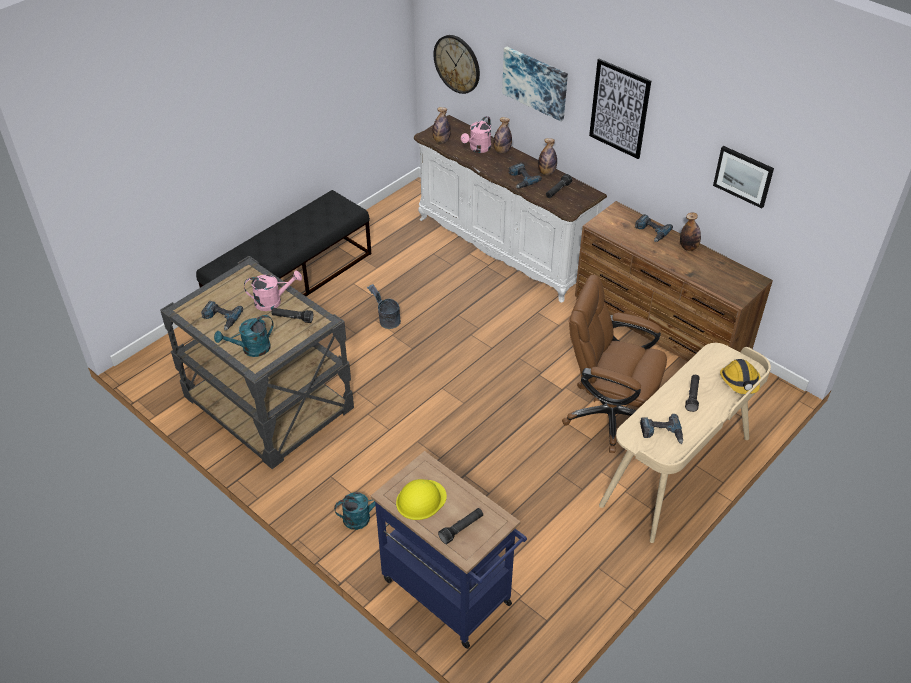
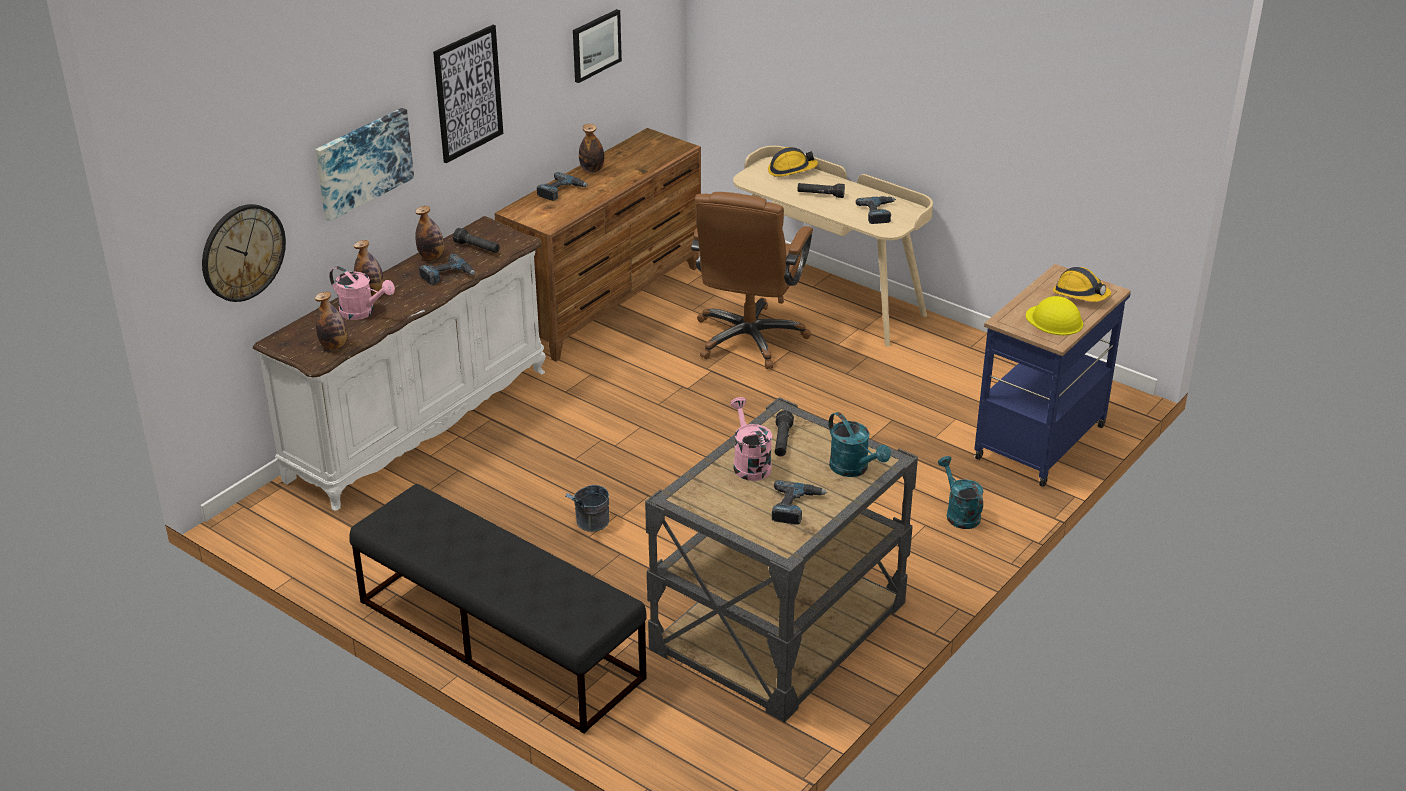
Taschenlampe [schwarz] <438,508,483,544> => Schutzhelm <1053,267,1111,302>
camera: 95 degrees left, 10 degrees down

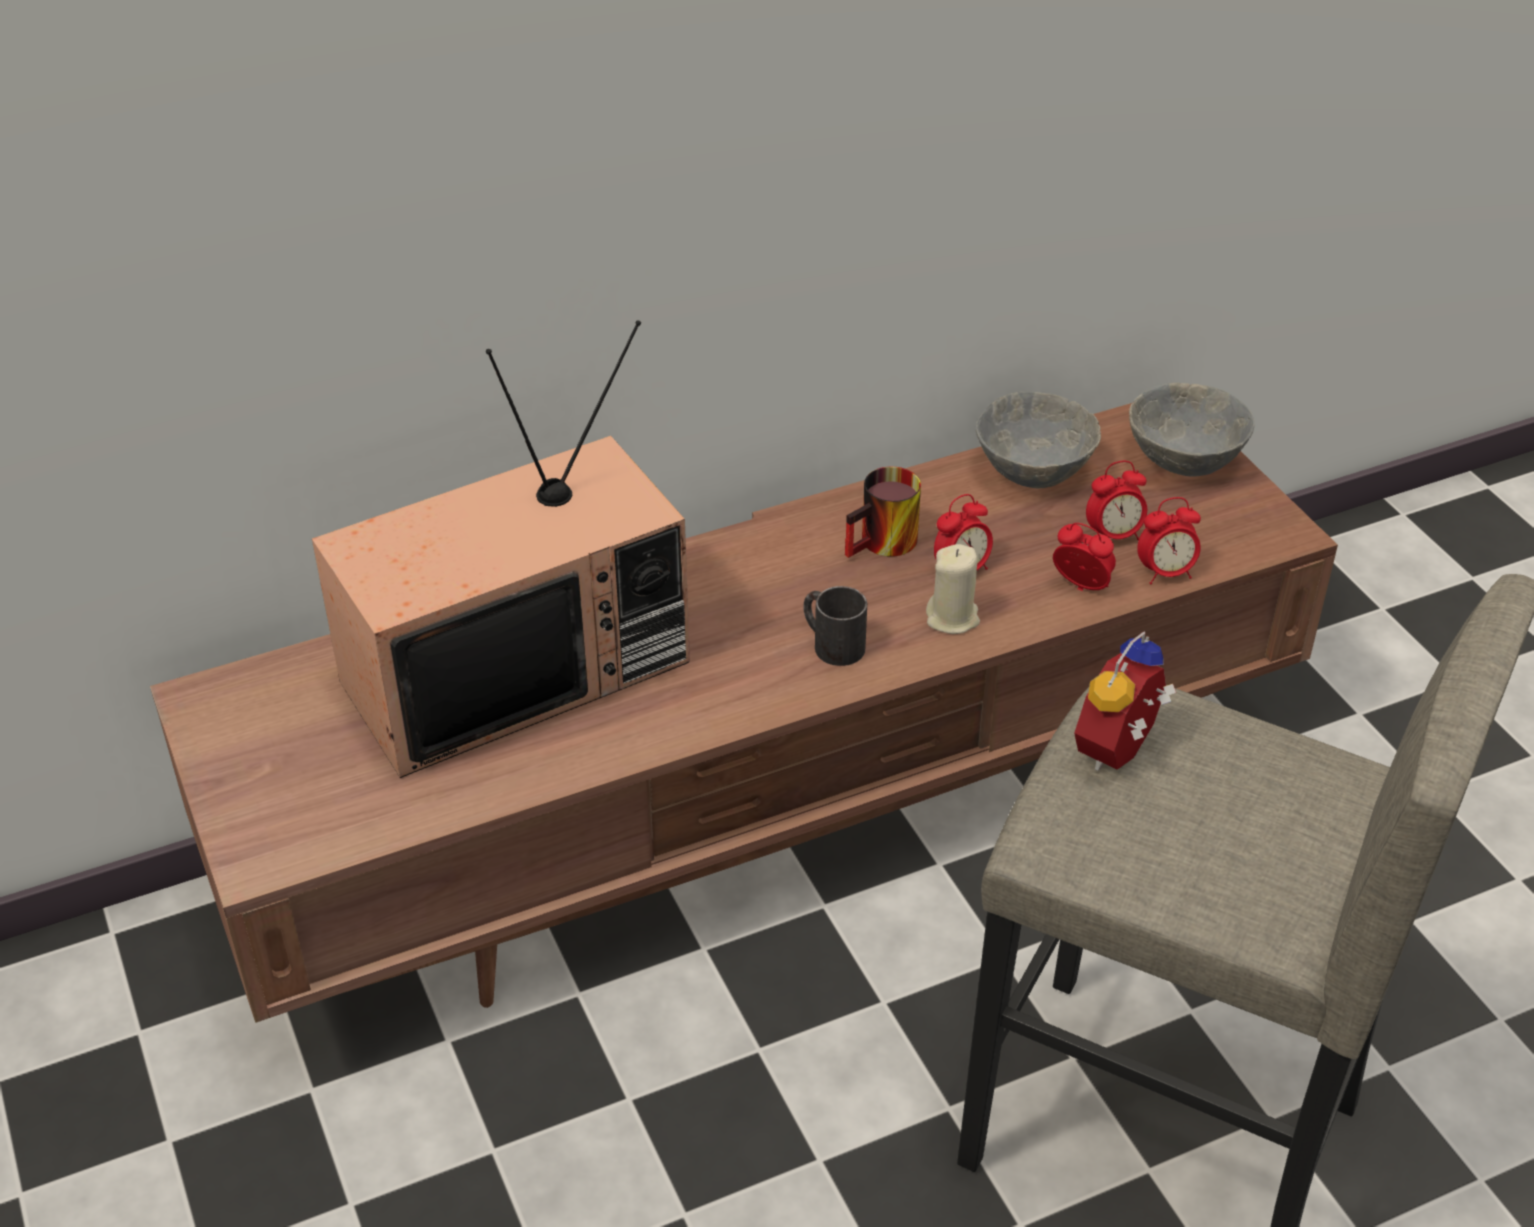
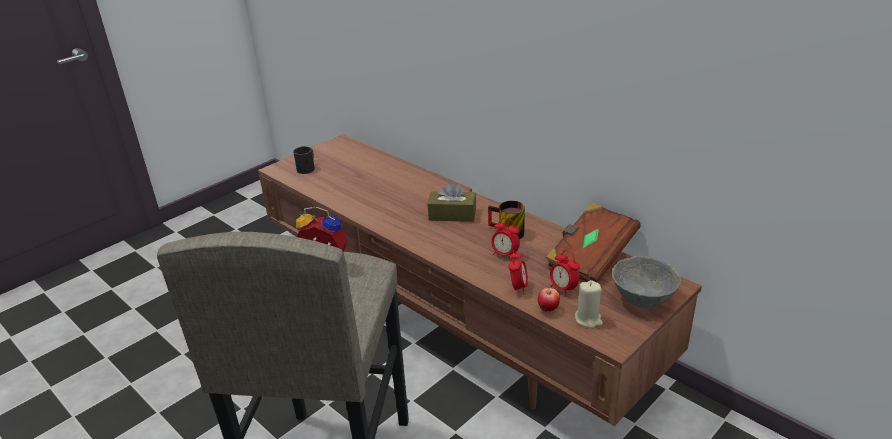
Fernseher <312,320,690,778> => nothing
Henkelbecher [schwarz] <803,586,867,666> => Henkelbecher [schwarz] <293,146,315,174>, moved
Kerze [beige] <926,544,980,634> => Kerze [beige] <575,280,603,328>, moved
Schüssel [grau] <976,391,1101,488> => Buch [braun] <546,203,641,283>
Wecker <1137,497,1201,584> => Apfel <538,288,560,312>
nothing => Taschentuchbox [braun] <428,182,476,222>
camera: 70 degrees right, 10 degrees down

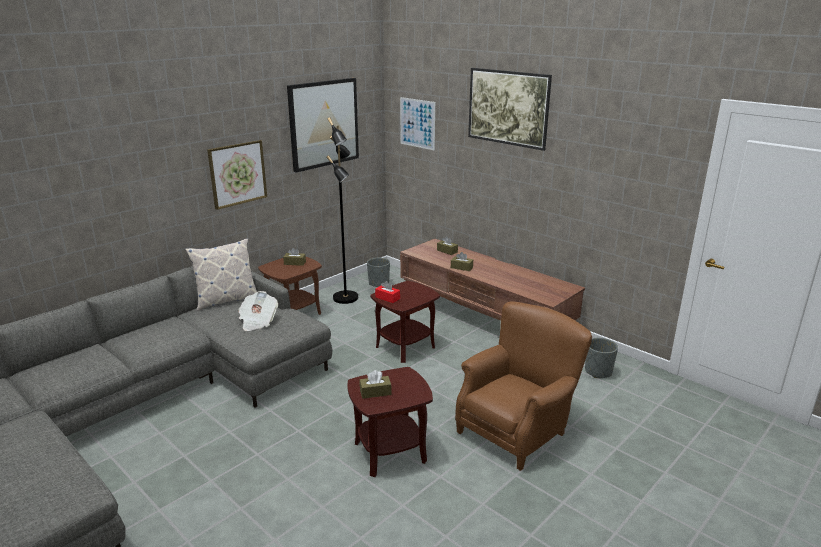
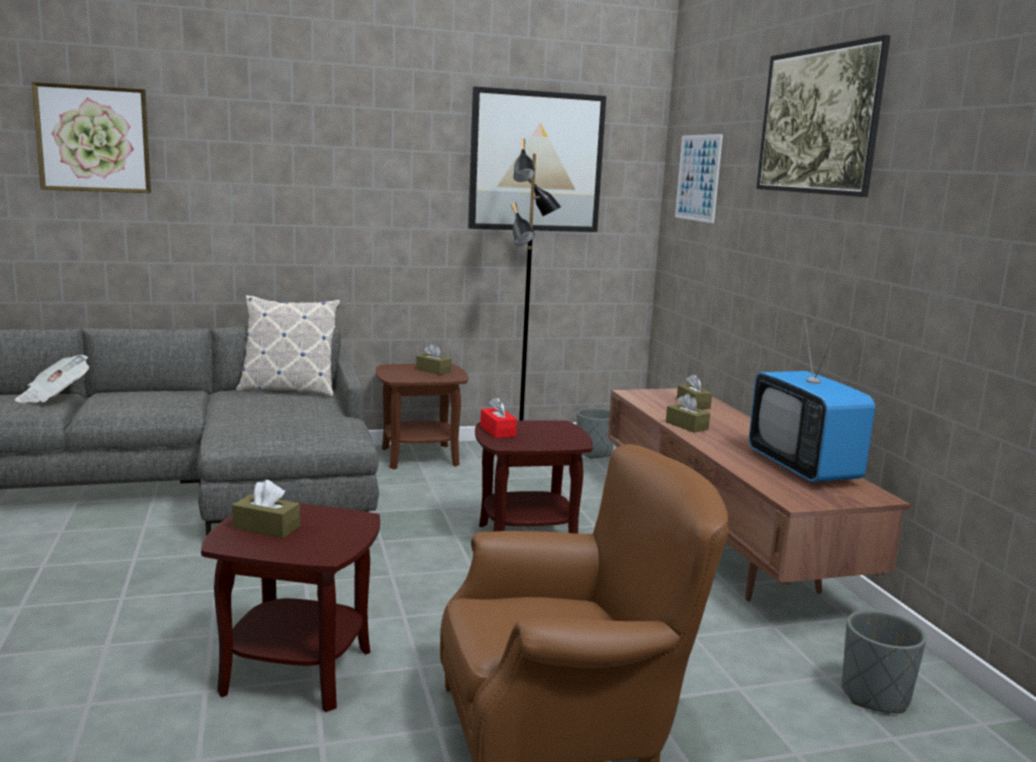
Bild <207,140,267,210> => Bild <32,82,151,193>, moved
Zeitung <238,291,278,331> => Zeitung <15,355,89,403>, moved
nothing => Fernseher <749,318,875,482>
camera: 30 degrees right, 10 degrees down

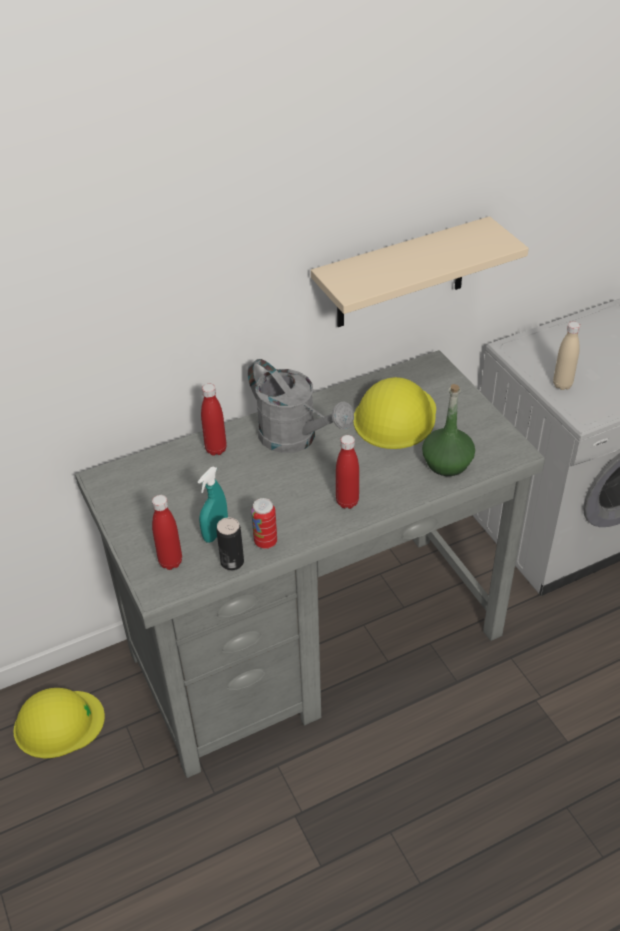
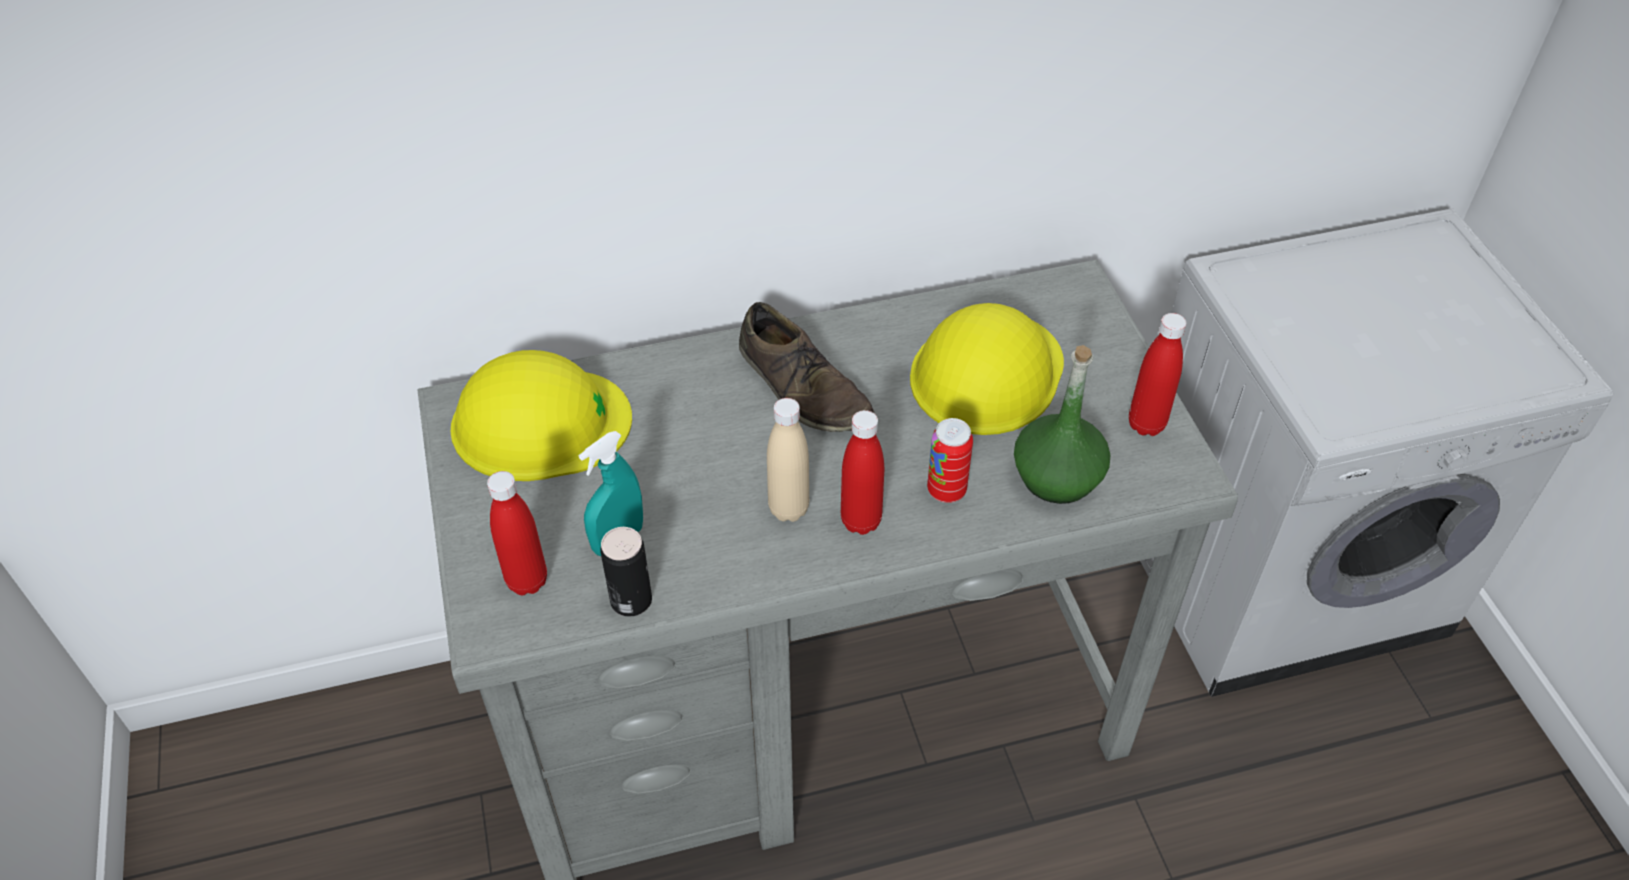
Schutzhelm [gelb] <13,688,105,758> => Schutzhelm [gelb] <451,350,632,481>, moved
Flasche [rot] <201,384,227,456> => Flasche [rot] <1129,313,1186,436>, moved
Gießkanne [grau] <247,359,354,453> => Schuh [braun] <739,302,874,432>
Dose <251,498,277,549> => Dose <927,418,973,503>, moved
Wandregal [beige] <311,216,529,327> => nothing
Flasche [beige] <553,321,580,390> => Flasche [beige] <767,398,809,522>, moved
camera: 10 degrees right, 5 degrees up

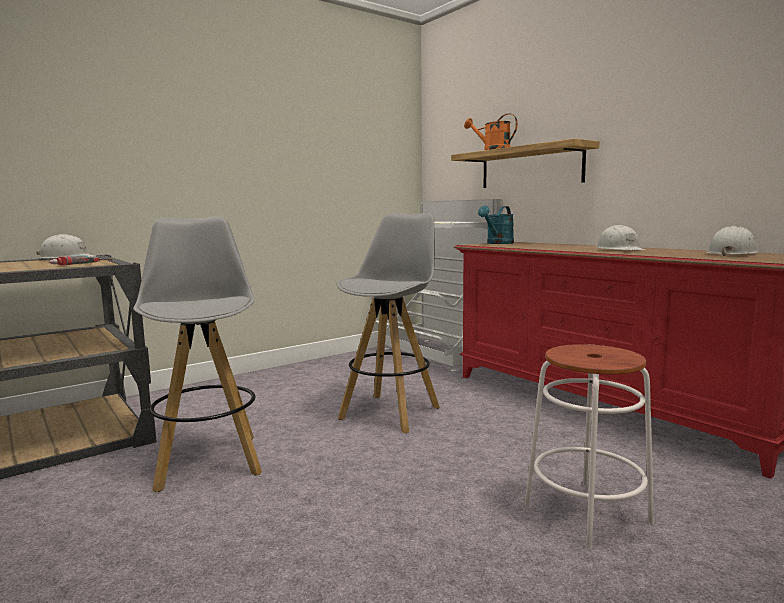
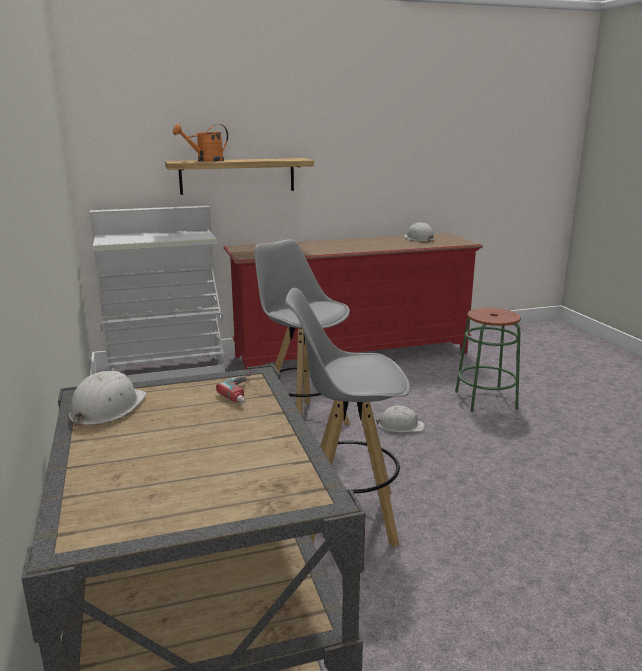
Gießkanne [türkis] <478,206,514,244> => nothing
Hocker [weiß] <525,344,654,550> => Hocker [grün] <455,308,521,412>
Schutzhelm [weiß] <596,225,646,250> => Schutzhelm [weiß] <376,406,425,432>, moved
camera: 70 degrees left, 10 degrees up

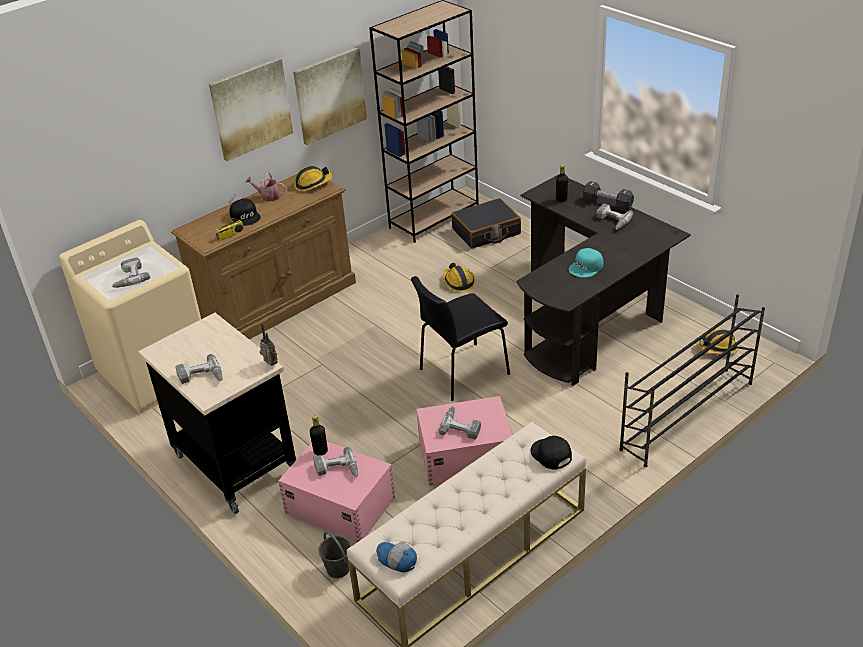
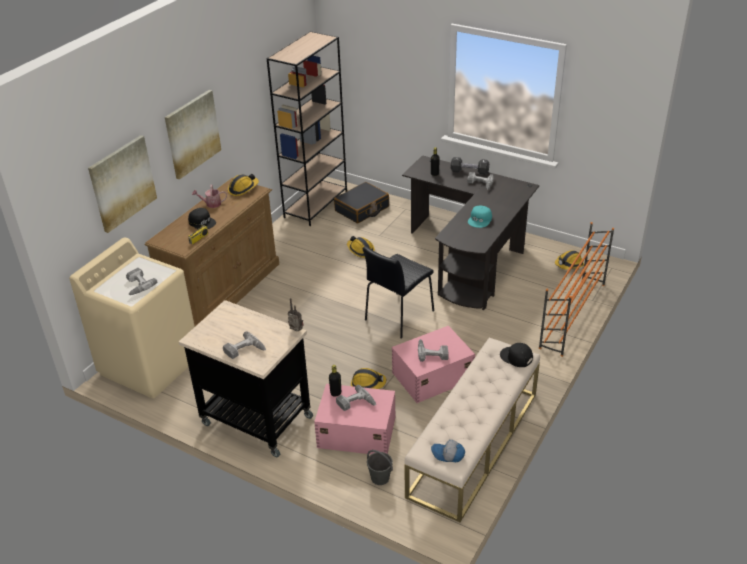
Bild <293,47,367,145> => Bild <88,135,157,233>, moved
Schuhregal [schwarz] <619,294,765,467> => Schuhregal [orange] <539,222,614,357>
nothing => Schutzhelm <351,368,386,389>
camera: 20 degrees left, 0 degrees up

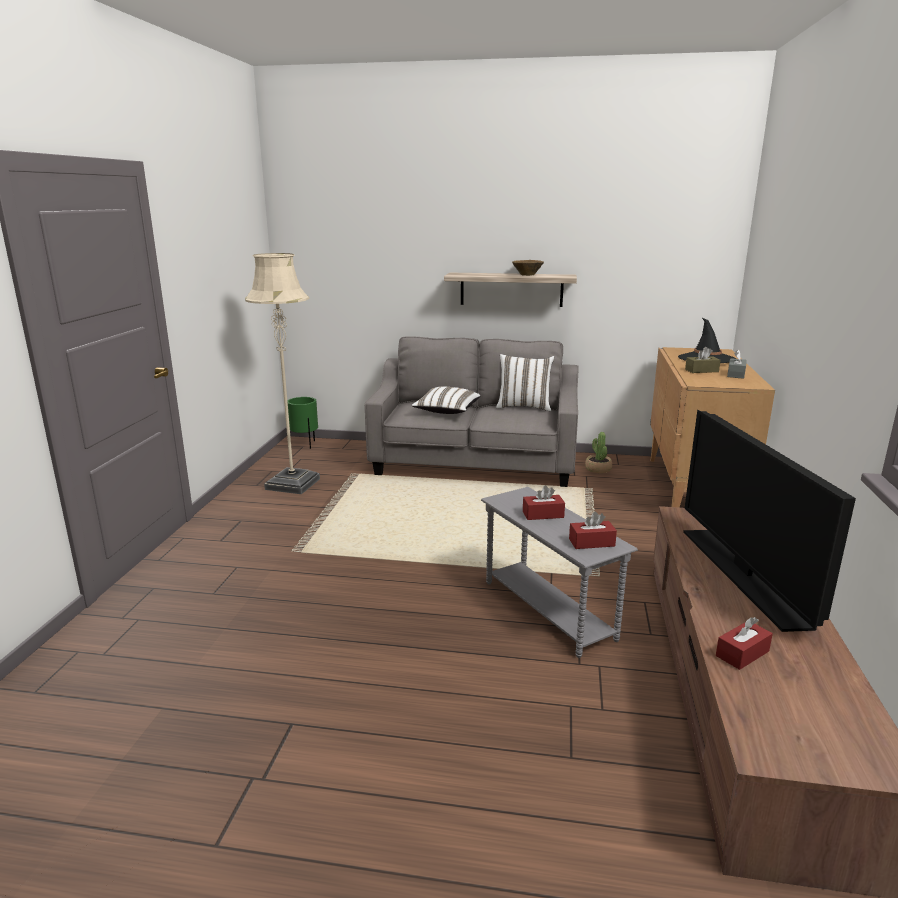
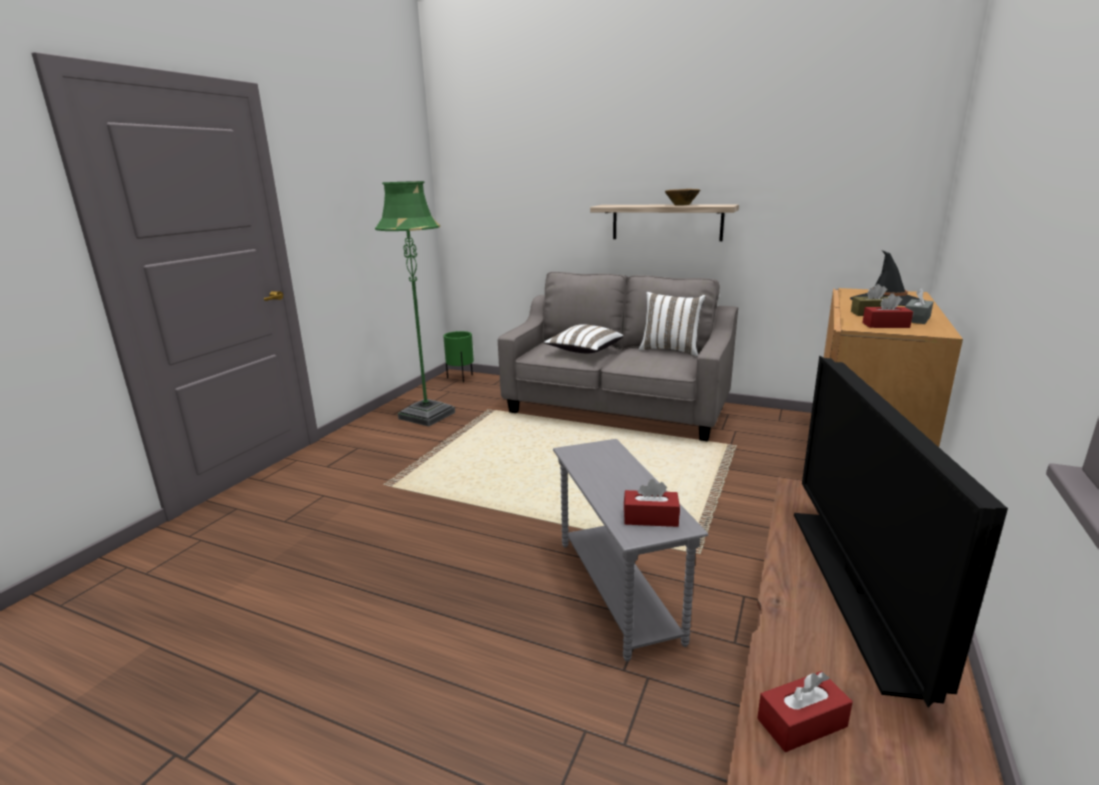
Stehlampe [beige] <245,253,320,494> => Stehlampe [grün] <375,181,455,427>
Taschentuchbox [rot] <523,486,565,520> => Taschentuchbox [rot] <862,293,913,328>, moved
Topfpflanze <585,432,612,473> => nothing
camera: 15 degrees right, 0 degrees up

